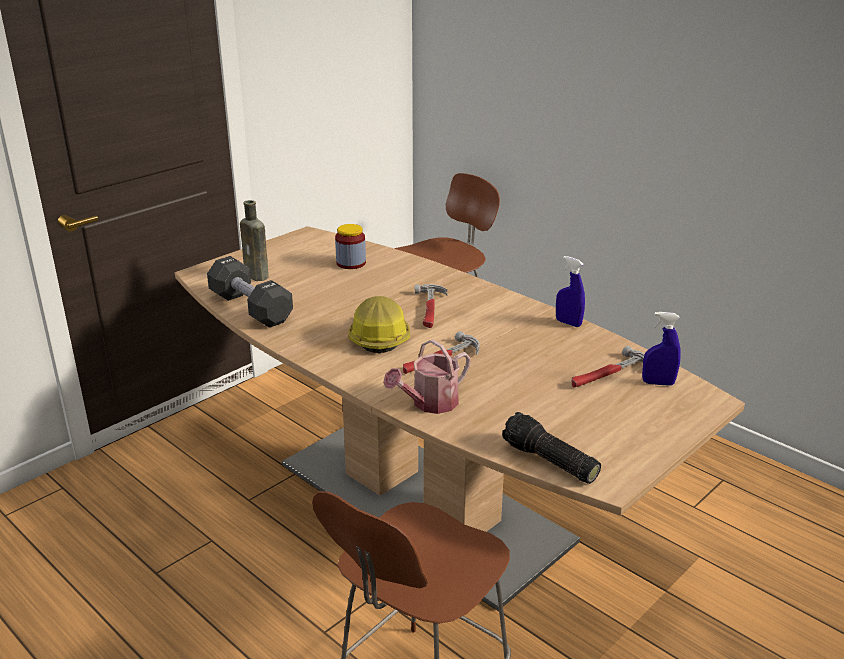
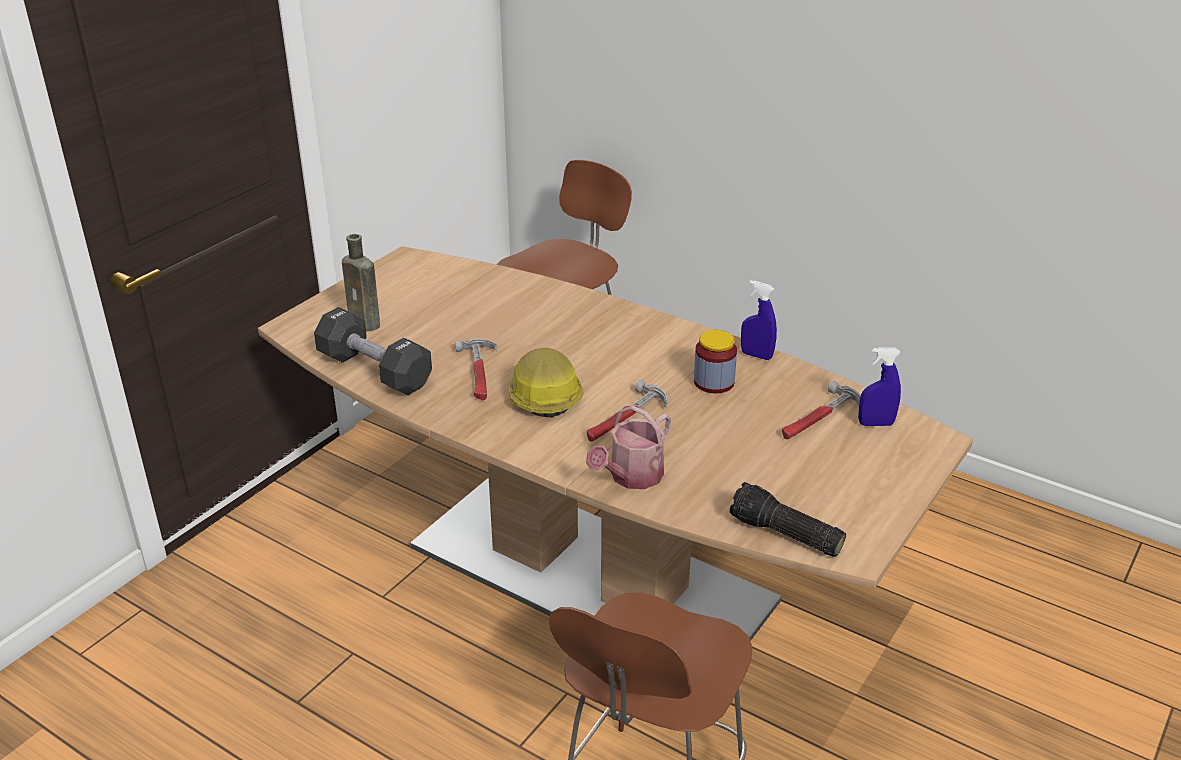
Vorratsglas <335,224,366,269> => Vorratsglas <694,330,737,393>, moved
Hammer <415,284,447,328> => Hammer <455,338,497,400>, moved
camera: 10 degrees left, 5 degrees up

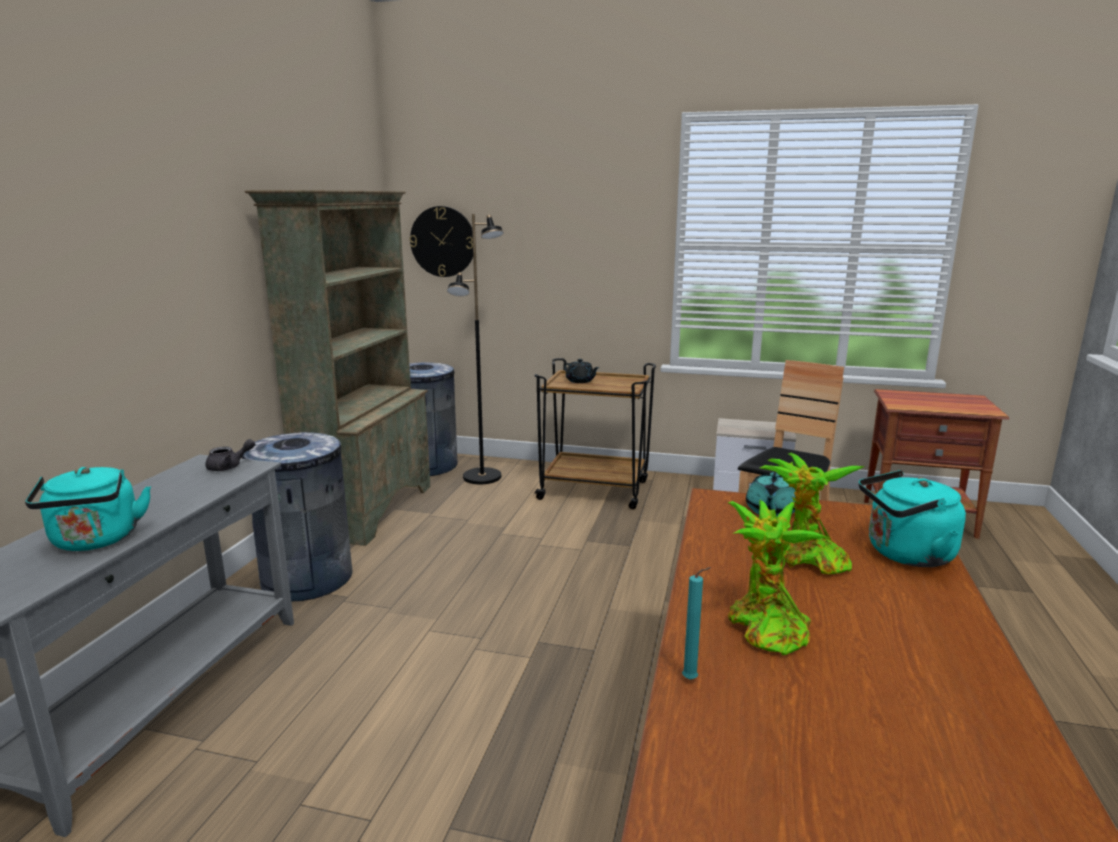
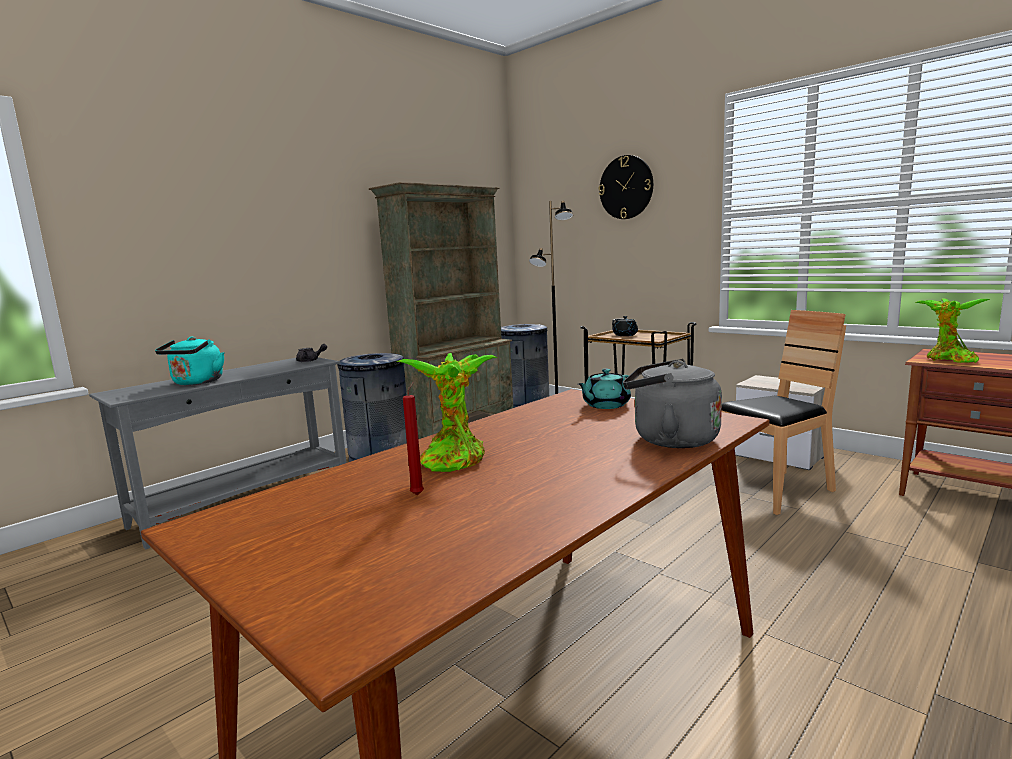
Wanduhr <410,206,473,277> => Wanduhr <599,155,653,219>, moved
Kerze [türkis] <682,567,712,680> => nothing
Topfpflanze <760,453,865,574> => Topfpflanze <915,298,990,363>, moved
Wasserkessel [türkis] <859,470,966,567> => Wasserkessel [grau] <623,359,722,448>
nothing => Kerze [rot] <403,382,424,495>
camera: 30 degrees right, 5 degrees down

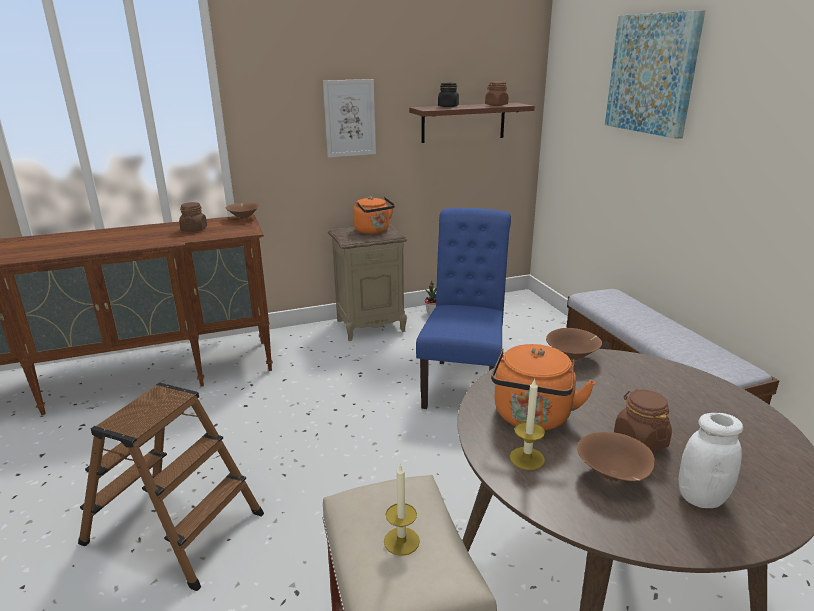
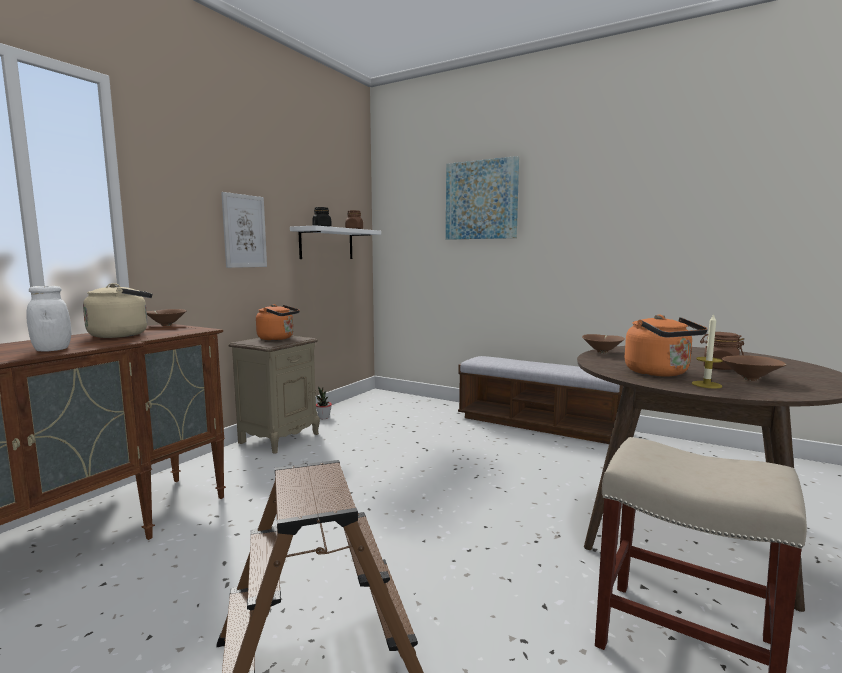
Vorratsglas [braun] <179,202,207,232> => Wasserkessel [beige] <83,283,152,338>
Kerze <384,463,420,556> => nothing
Wandregal [braun] <409,103,535,143> => Wandregal [weiß] <290,225,381,259>
Stuhl [blau] <416,208,511,409> => nothing
Vorratsglas [weiß] <679,413,743,508> => Vorratsglas [weiß] <26,286,72,352>, moved
camera: 40 degrees left, 15 degrees down

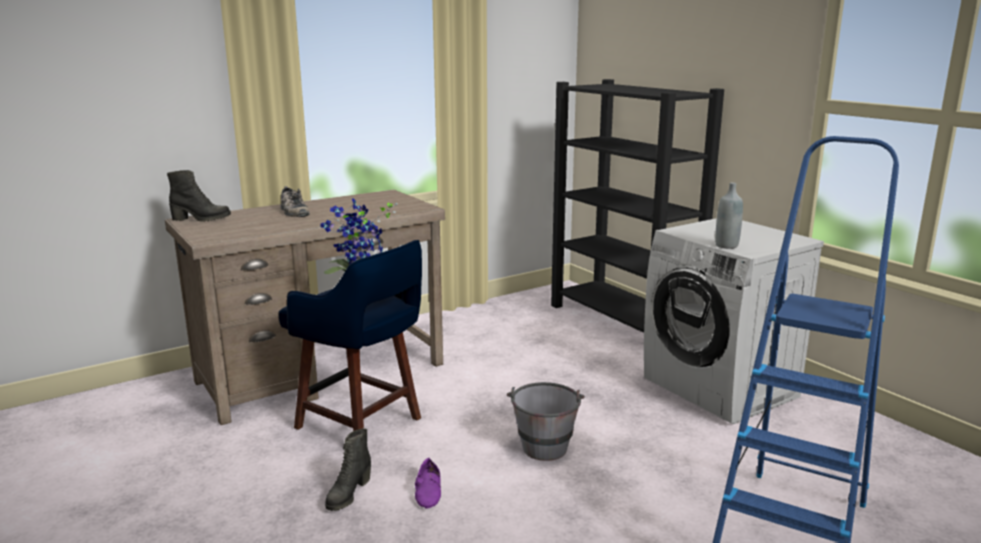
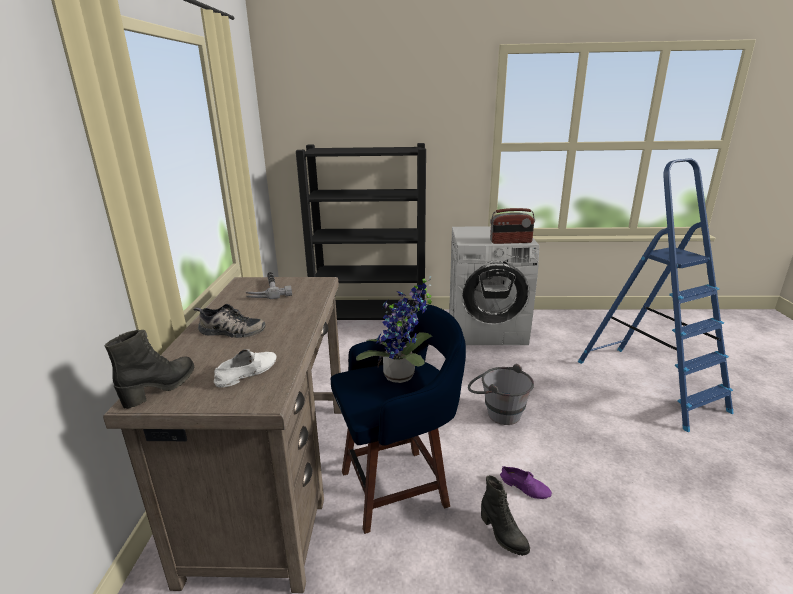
Flasche [grau] <715,182,743,249> => Radio <490,208,535,244>
nothing => Schuh [weiß] <214,349,276,388>
nothing => Hammer <246,272,292,299>
camera: 55 degrees left, 5 degrees up

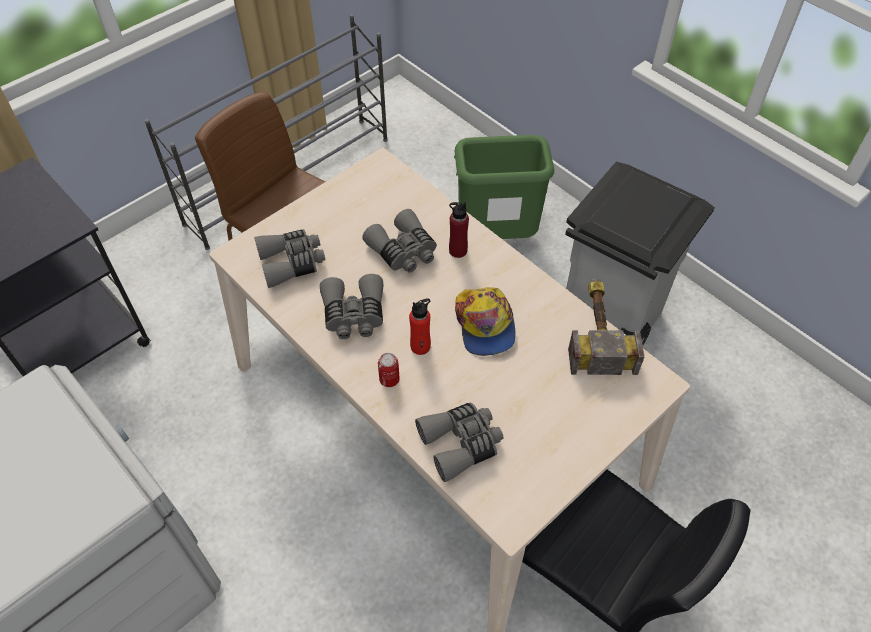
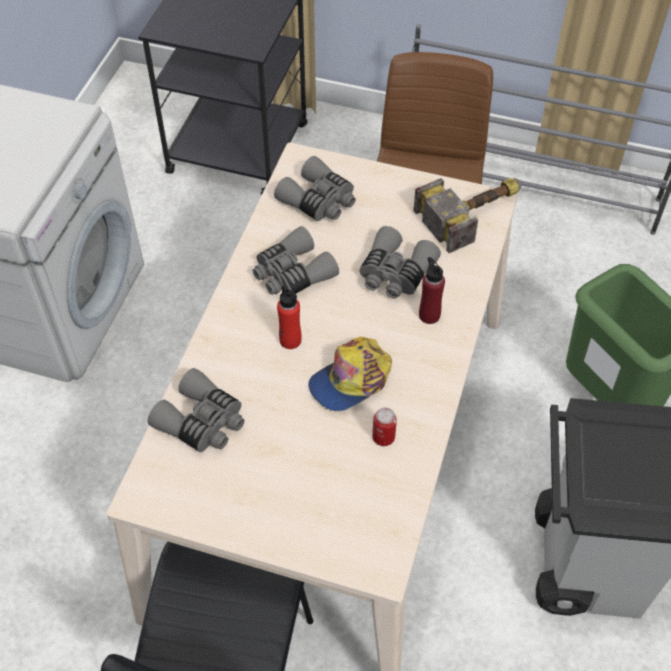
Dose <378,353,400,387> => Dose <372,408,397,446>, moved
Hammer <568,278,645,375> => Hammer <413,178,522,253>, moved
camera: 60 degrees right, 0 degrees up

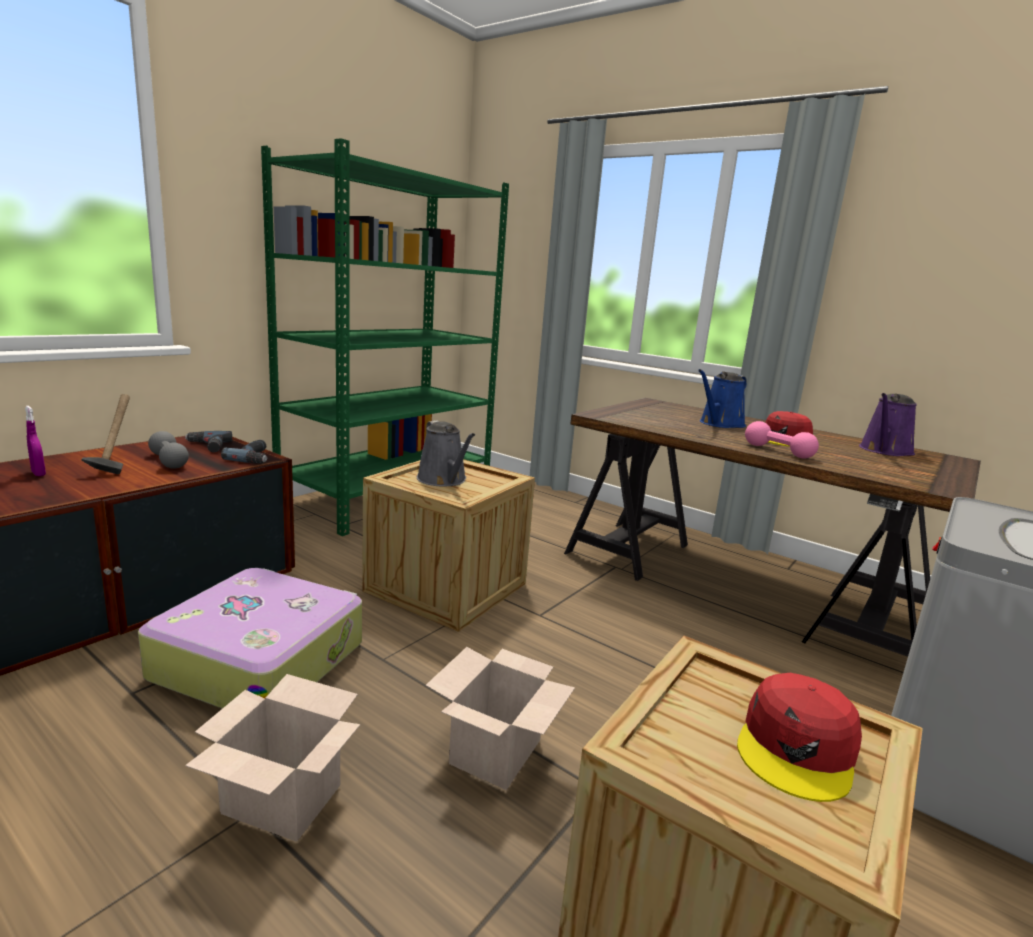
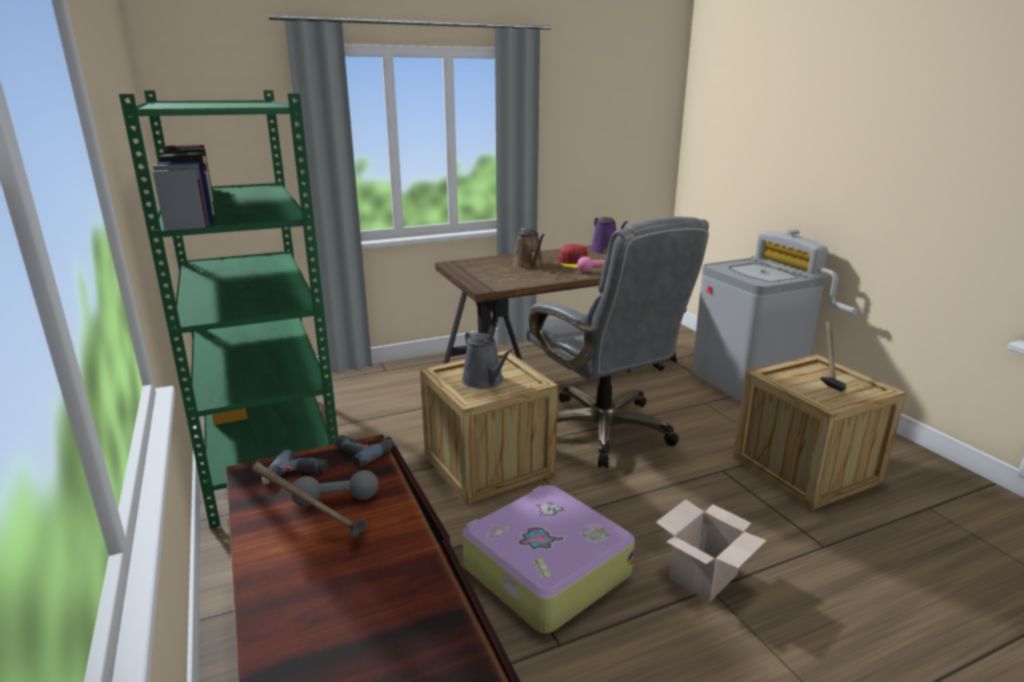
Sprühflasche [lila] <25,406,46,476> => nothing
Gießkanne [grau] <417,421,475,486> => Gießkanne [grau] <462,330,512,389>, 60 degrees clockwise
Karton <426,647,575,790> => nothing
Gießkanne [blau] <698,369,747,428> => Gießkanne [braun] <513,228,545,269>
Kappe [rot] <737,673,862,802> => Hammer <820,321,846,392>
nothing => Bürostuhl [grau] <527,217,709,468>
camera: 60 degrees left, 5 degrees up

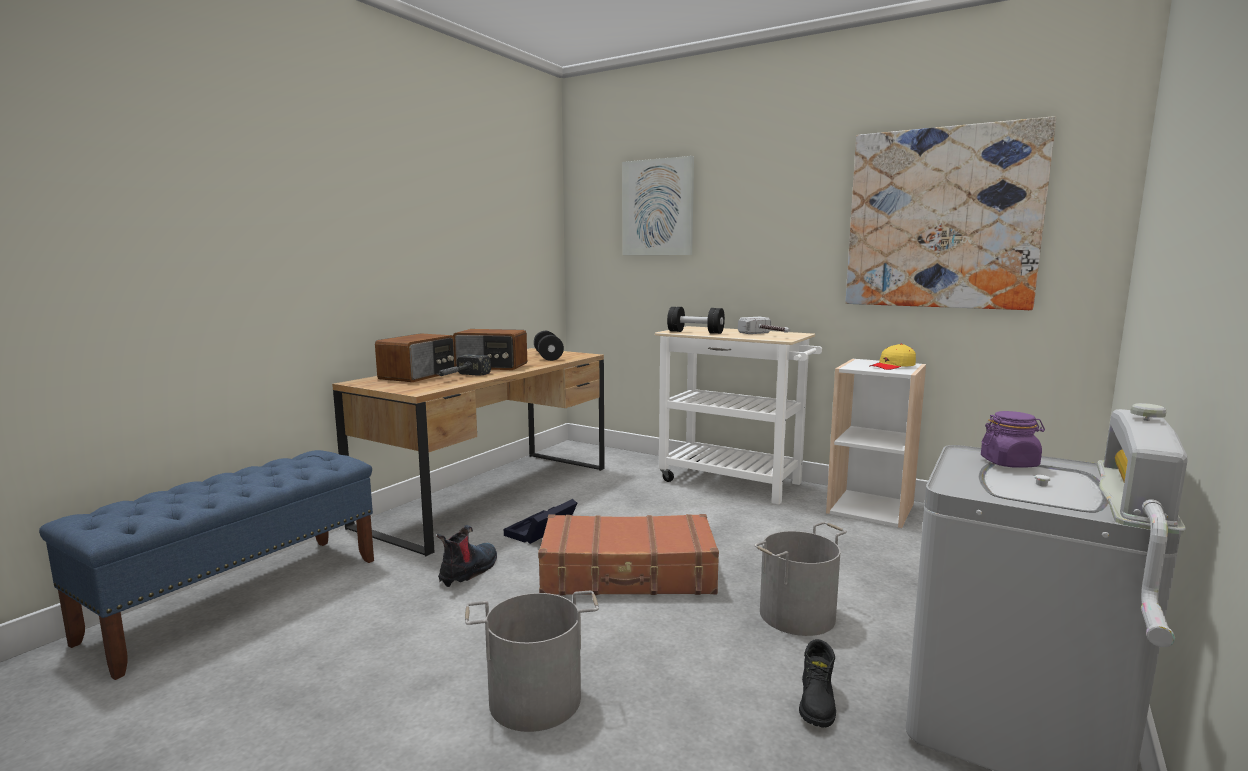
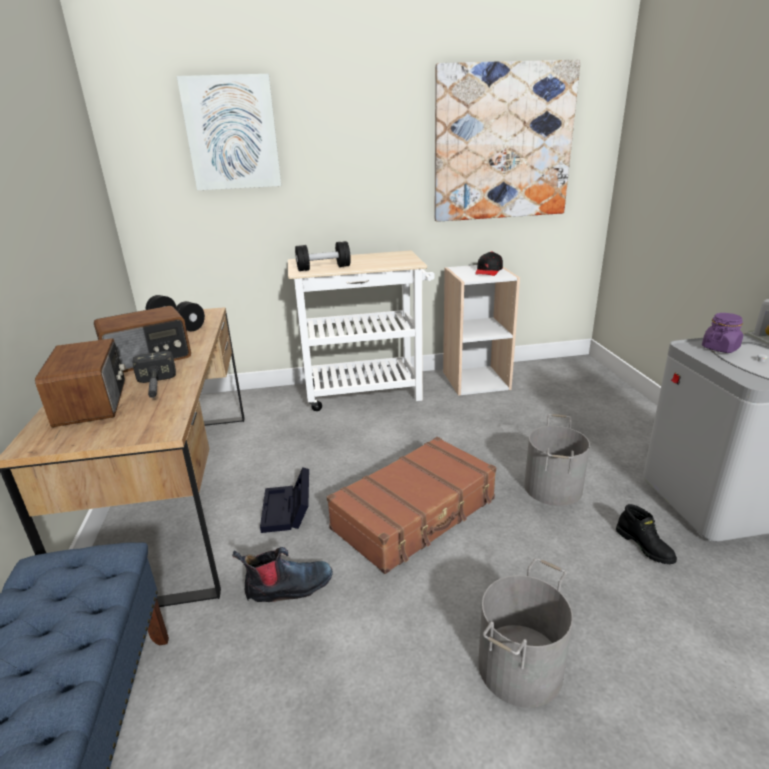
Stiefel <437,525,497,587> => Stiefel <232,547,333,602>, 90 degrees clockwise
Hammer <738,317,790,334> => nothing
Kappe [gelb] <869,344,916,370> => Kappe [schwarz] <475,251,503,276>
camera: 40 degrees left, 15 degrees up

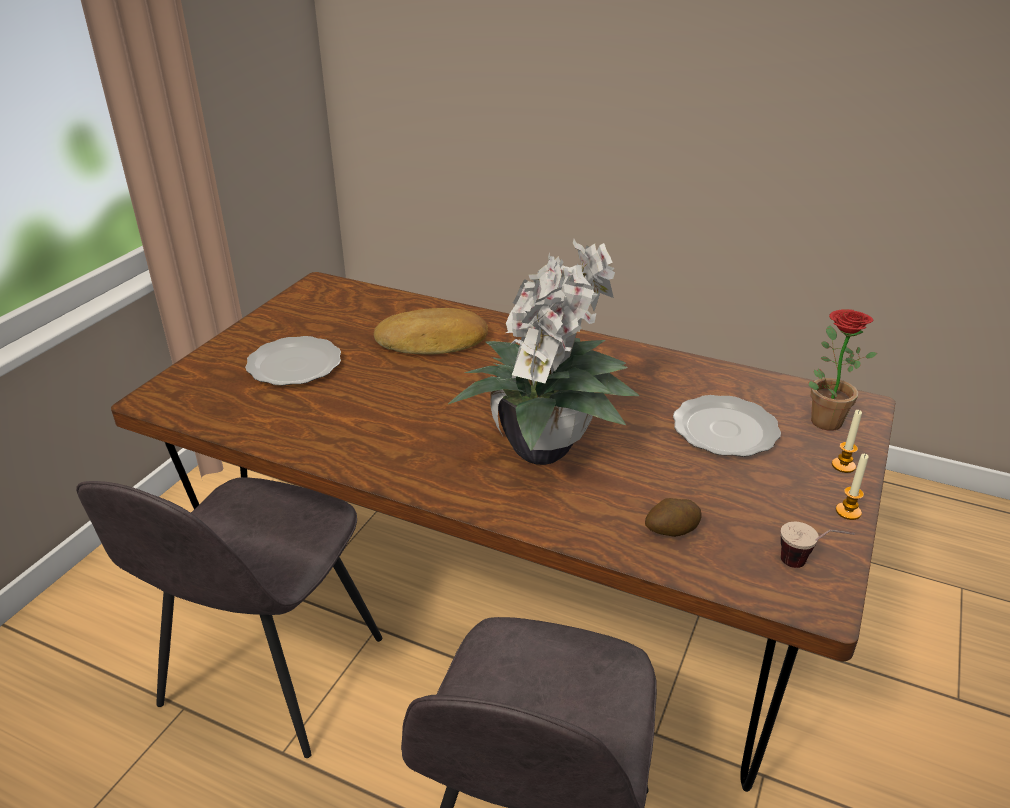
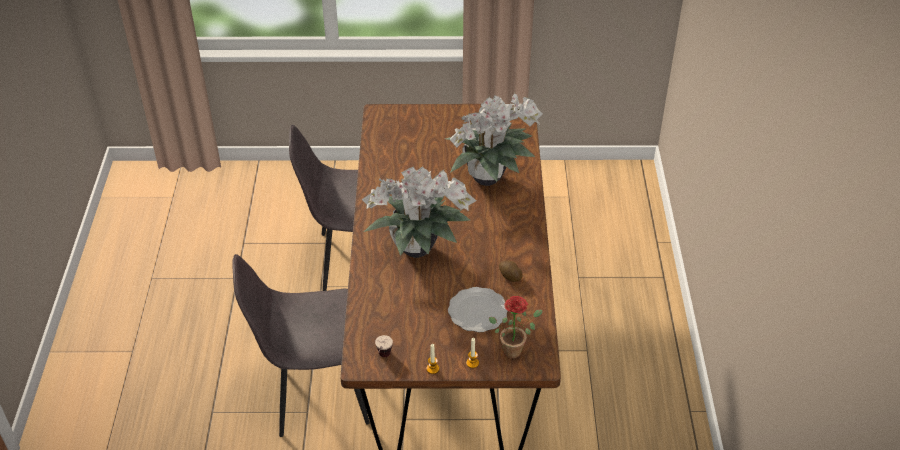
Teller <245,336,341,386> => nothing
Brot <374,308,488,355> => Topfpflanze <445,93,543,186>
Kartoffel <645,498,702,537> => Kartoffel <499,260,522,282>, moved
camera: 65 degrees right, 10 degrees up

